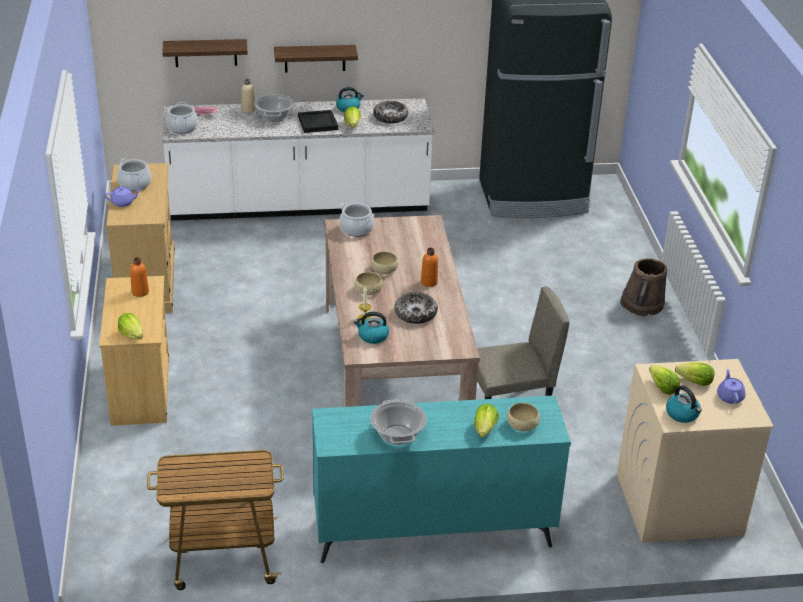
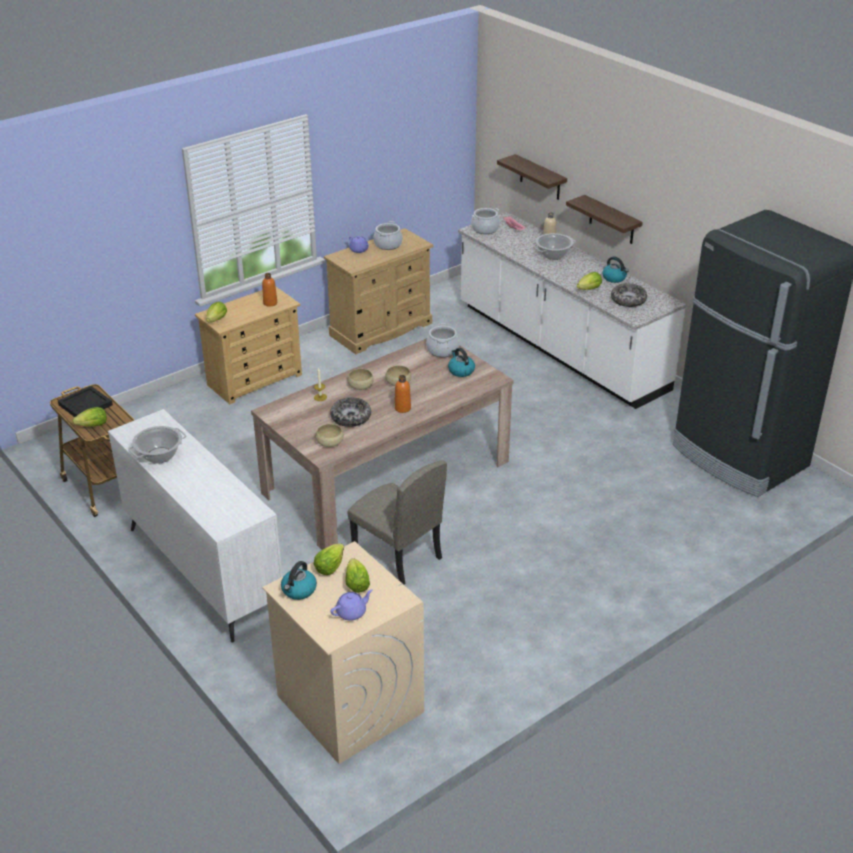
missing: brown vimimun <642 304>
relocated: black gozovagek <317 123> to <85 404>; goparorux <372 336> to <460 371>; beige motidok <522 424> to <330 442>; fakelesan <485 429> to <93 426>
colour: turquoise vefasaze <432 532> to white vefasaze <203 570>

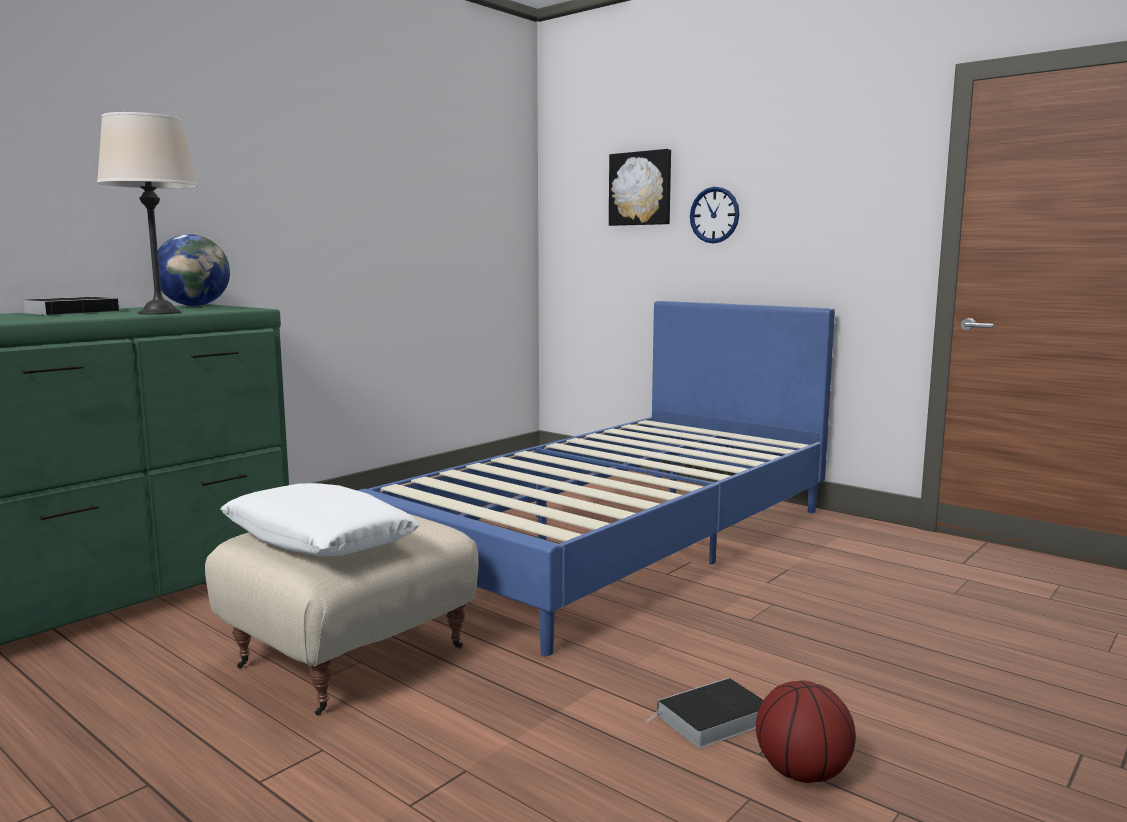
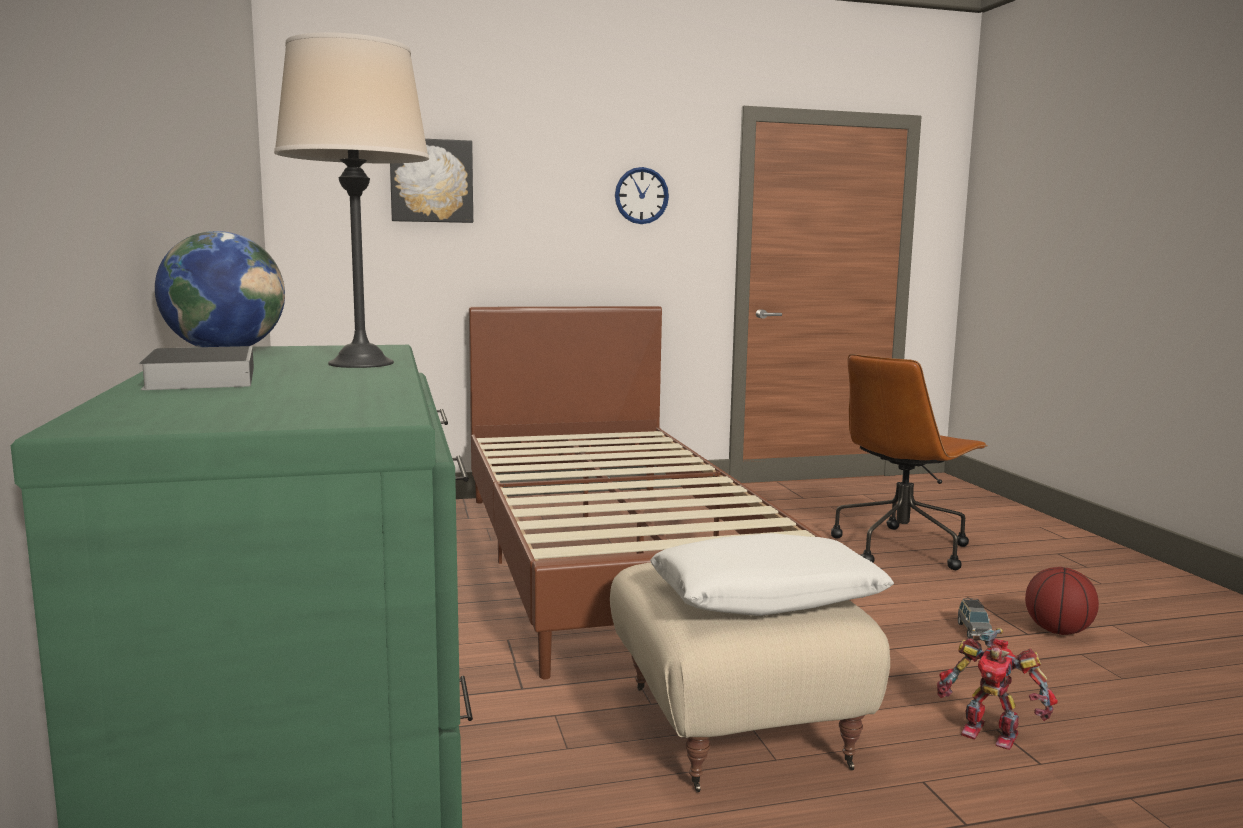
appeared: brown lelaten <901 548>; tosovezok <990 733>
relocated: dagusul <714 215> to <641 195>
exchanged: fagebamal <711 720> to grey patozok <973 631>
colour: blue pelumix <619 542> to brown pelumix <611 558>

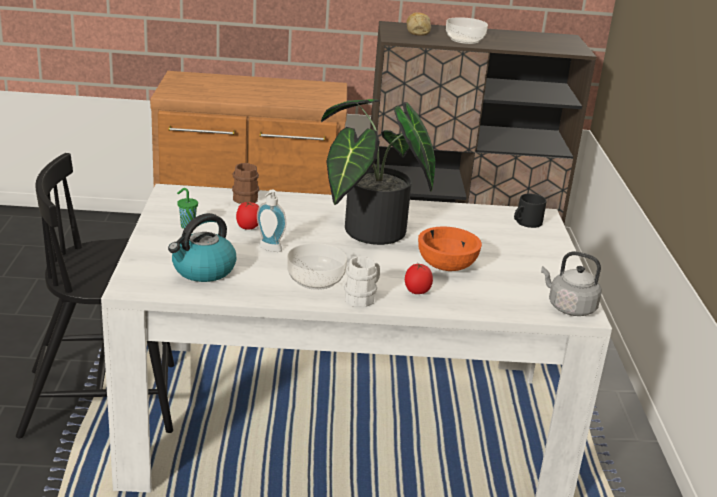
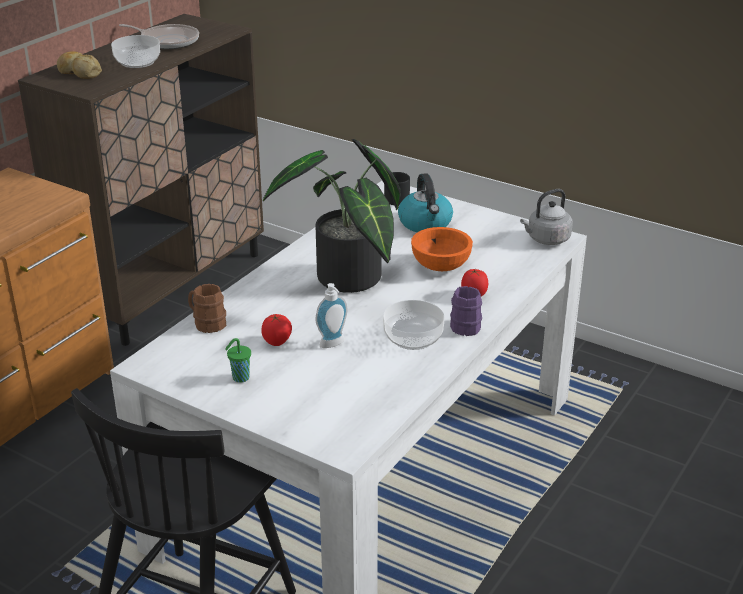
appeared: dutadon <167 41>
relocated: goparorux <203 270> to <425 224>
colour: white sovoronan <362 297> to purple sovoronan <464 325>

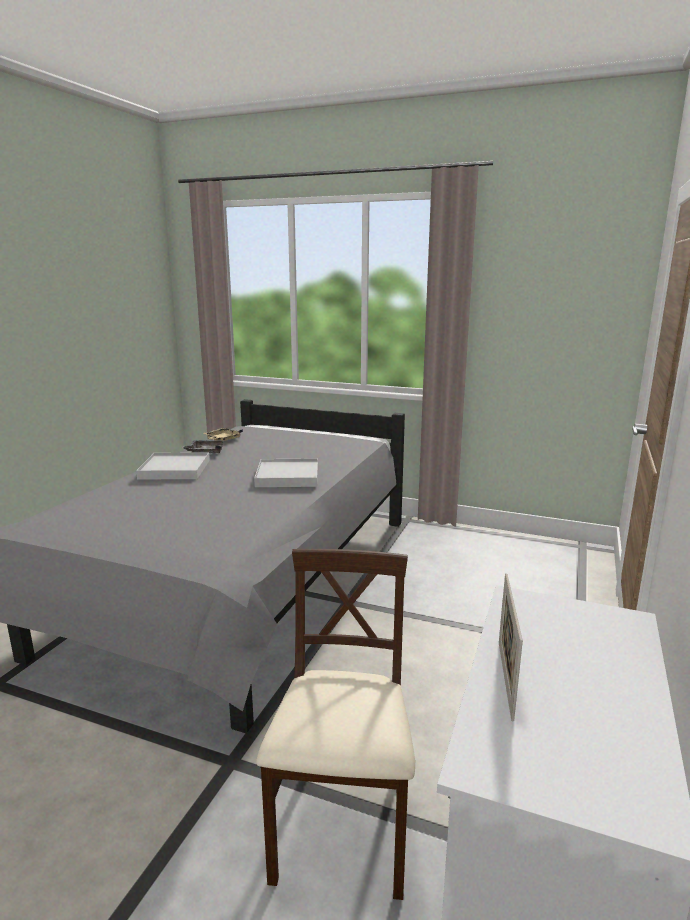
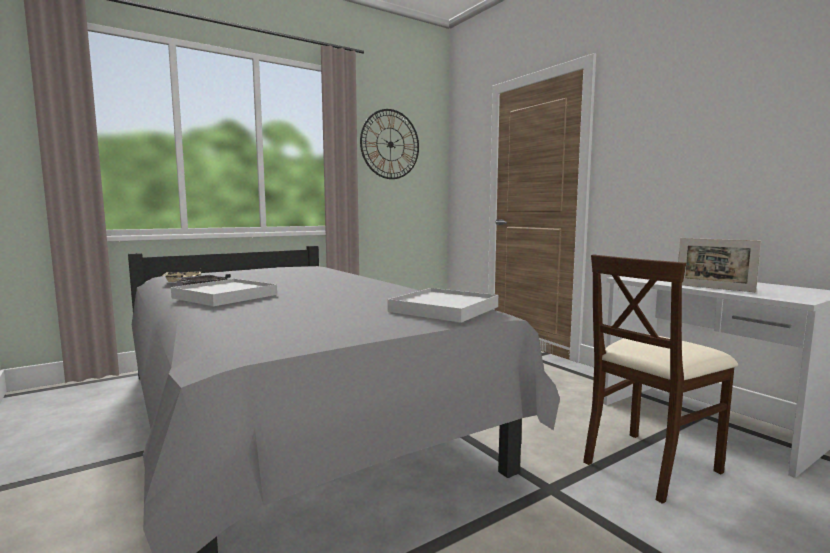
appeared: dagusul <390 144>
relocated: white gozovagek <288 476> to <444 309>
spun: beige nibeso <342 832> = <649 464> 75 degrees counterclockwise

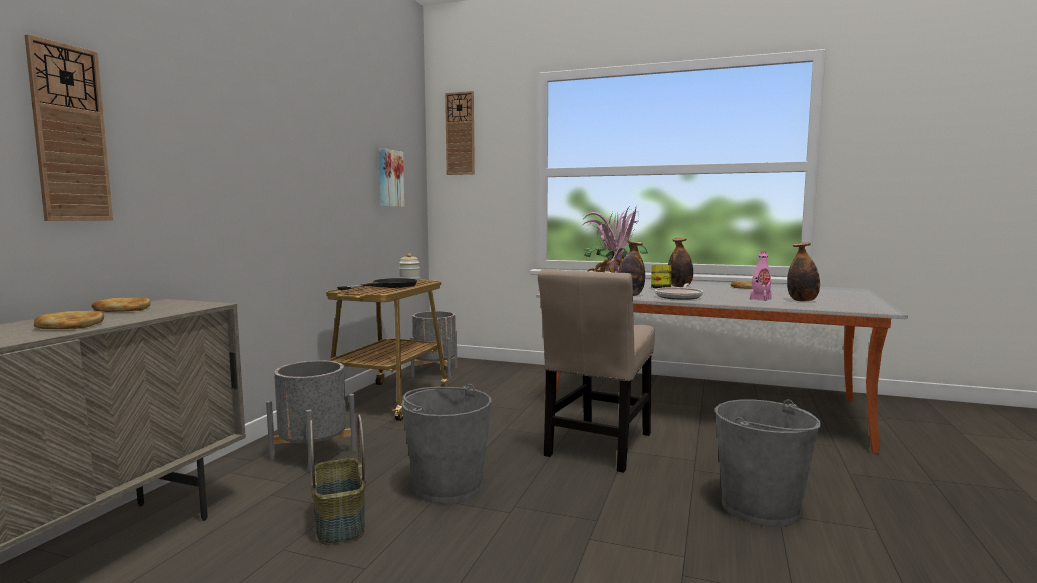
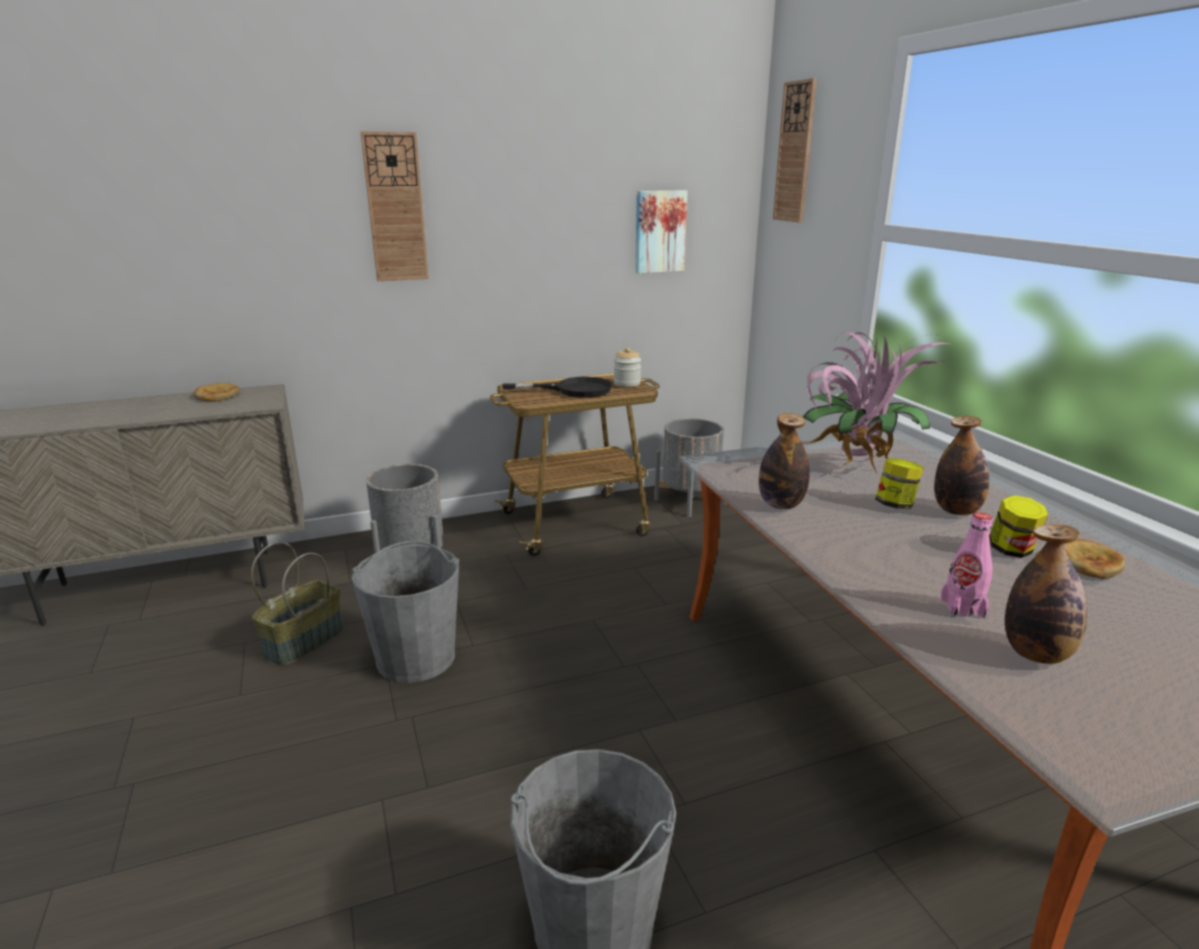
missing: beige nibeso <598 447>; dutadon <679 297>; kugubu <70 325>
appeared: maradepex <1011 550>
relocated: dagusul <70 134> to <395 208>

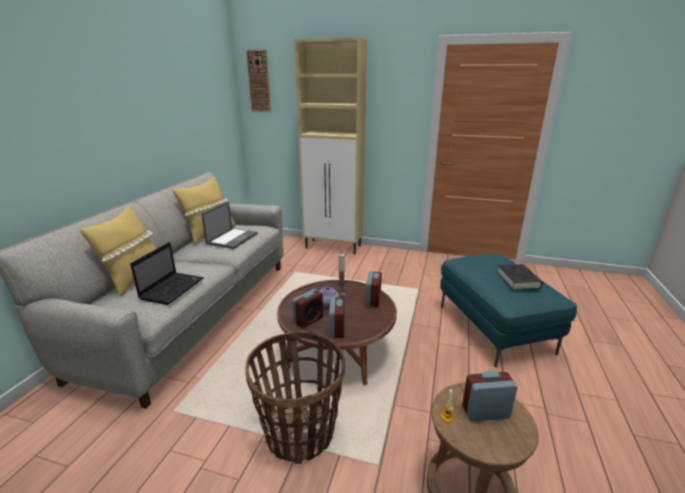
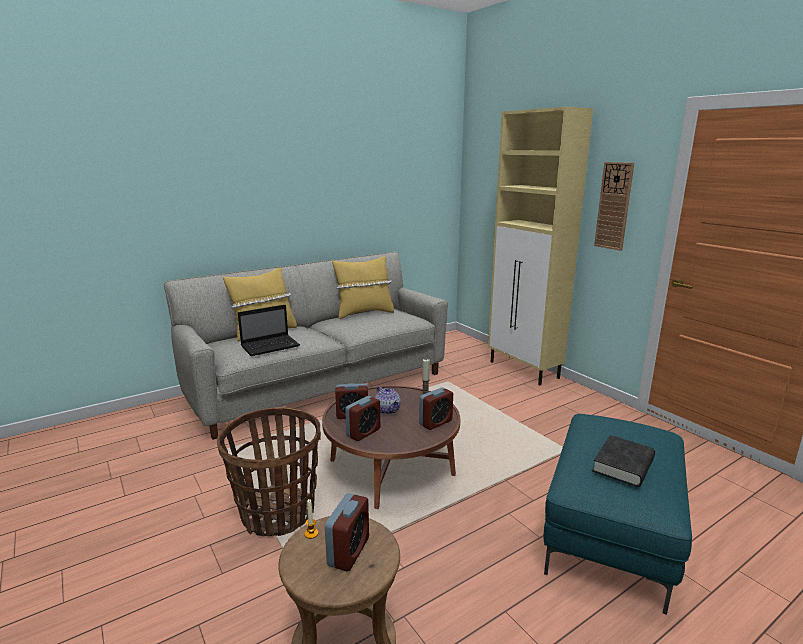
missing: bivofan <232 238>
relocated: dagusul <259 81> to <614 206>
spun: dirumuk <485 412> = <348 552> 75 degrees clockwise

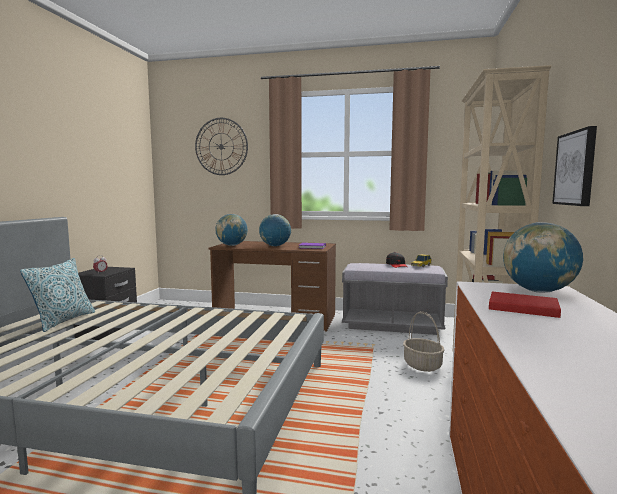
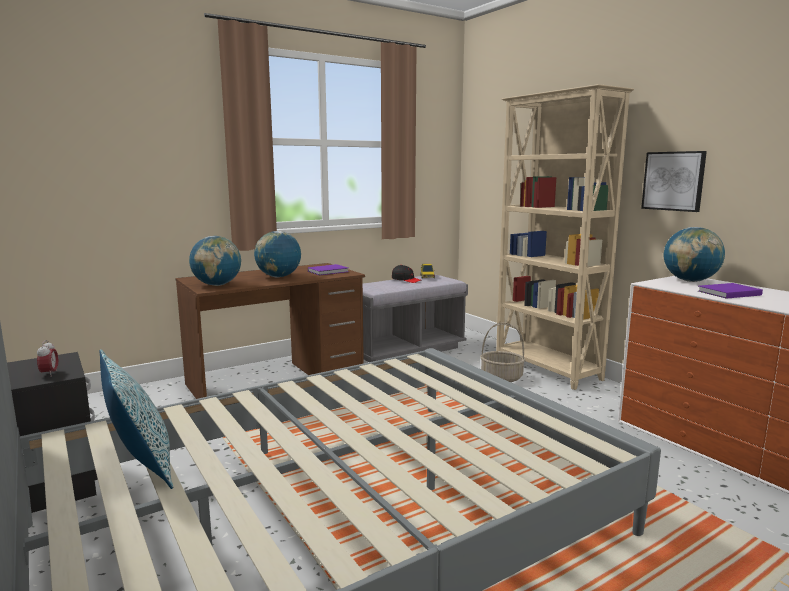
missing: dagusul <221 146>
colour: red fagebamal <521 307> to purple fagebamal <727 293>

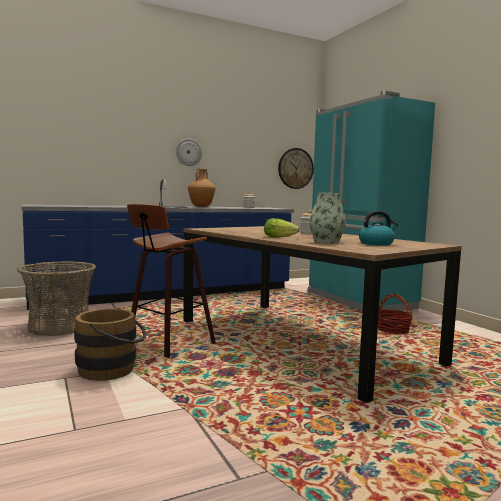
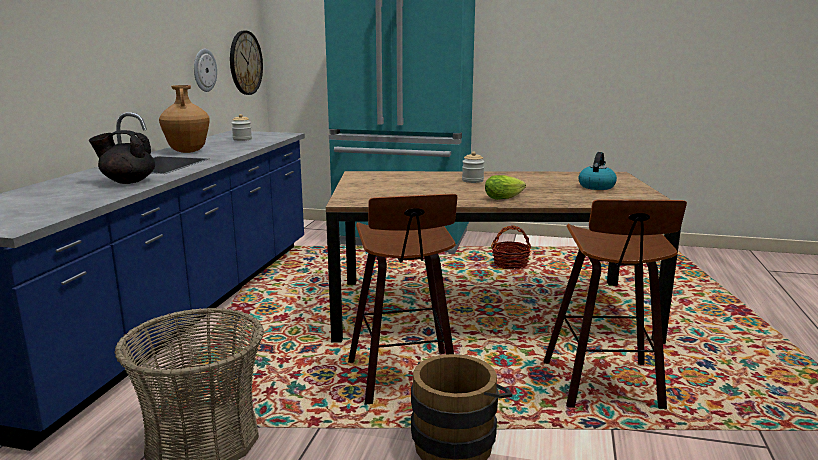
missing: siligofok <326 242>
appeared: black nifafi <128 181>; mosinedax <606 387>
relocated: dagusul <188 152> to <204 70>

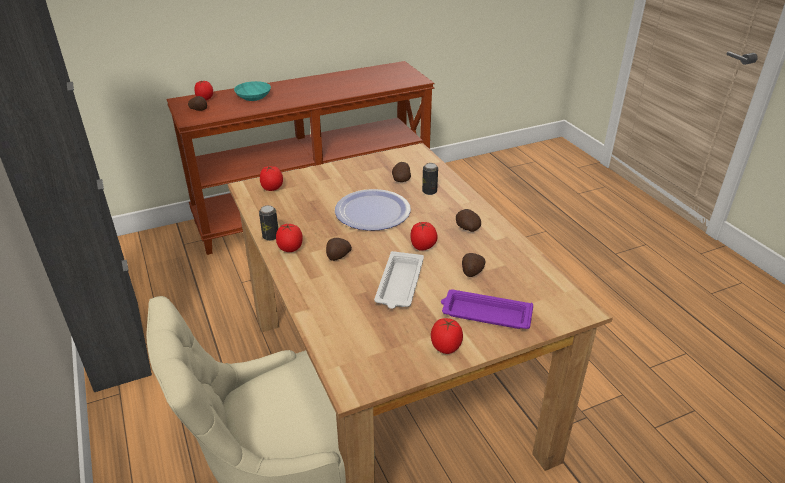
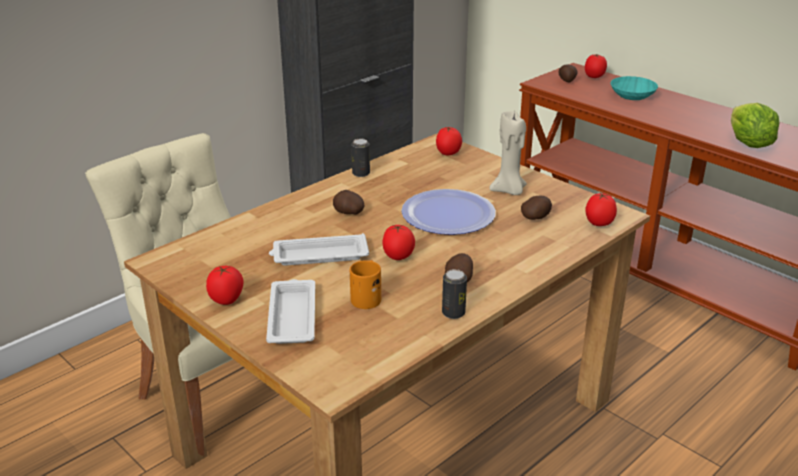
appeared: fakelesan <748 144>; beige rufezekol <509 191>
relocated: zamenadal <429 191> to <453 313>; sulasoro <290 249> to <598 224>
exchanged: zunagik <471 272> to orange sovoronan <367 296>
colour: purple gozovagek <485 314> to white gozovagek <292 316>

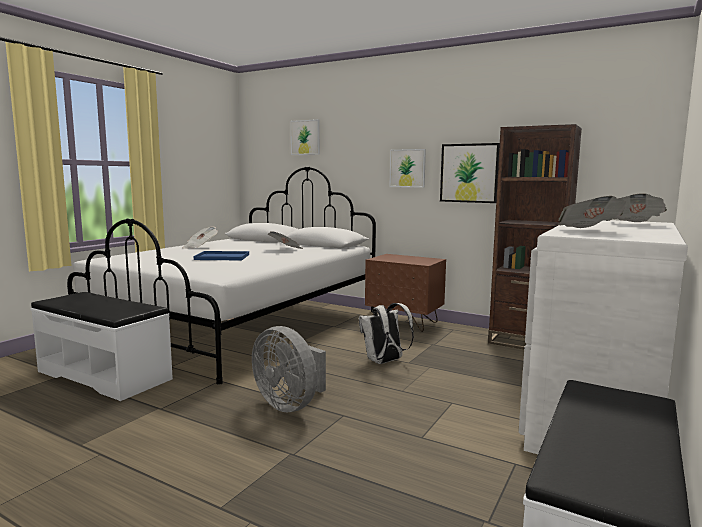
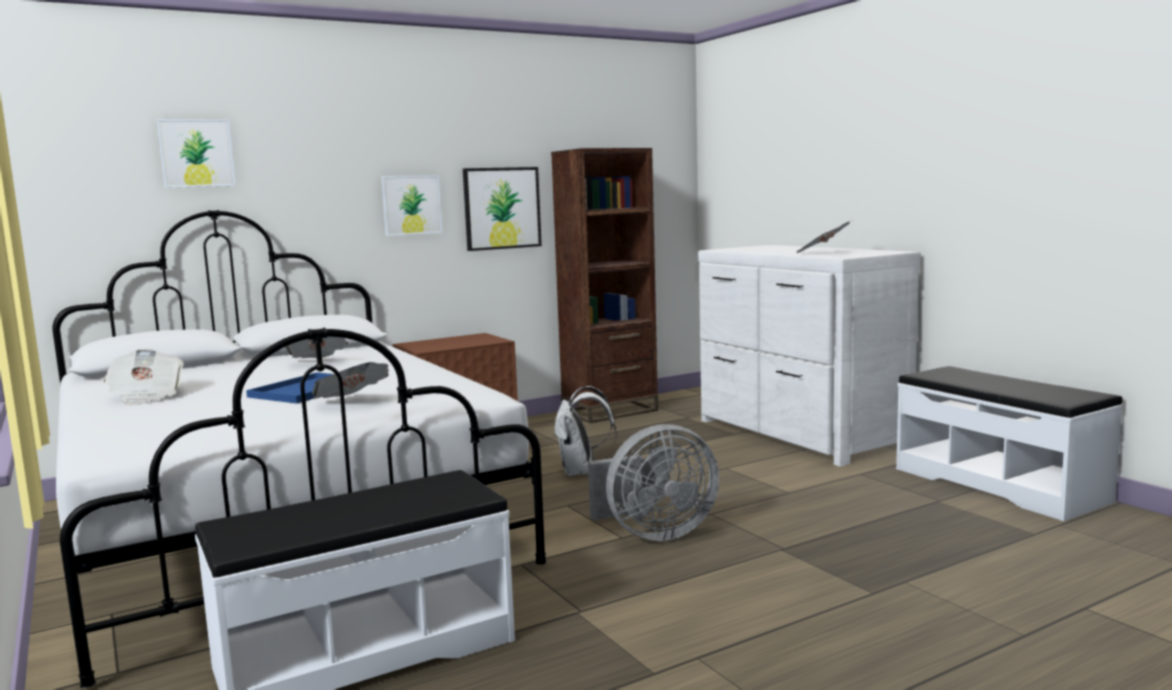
relocated: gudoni <634 224> to <352 403>

